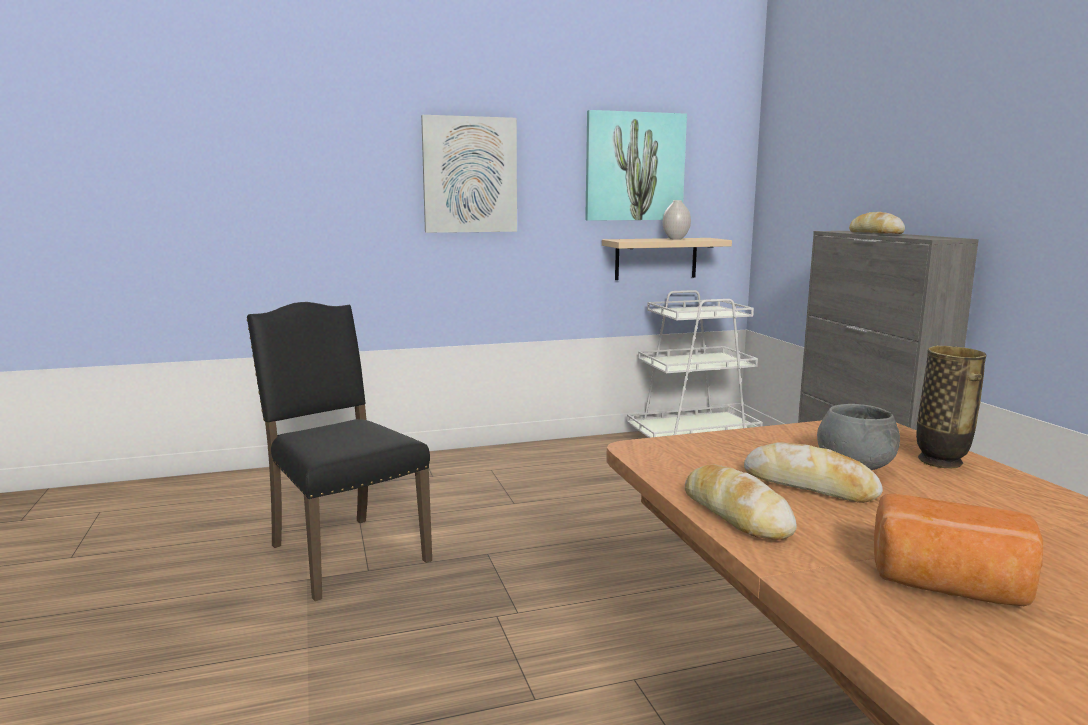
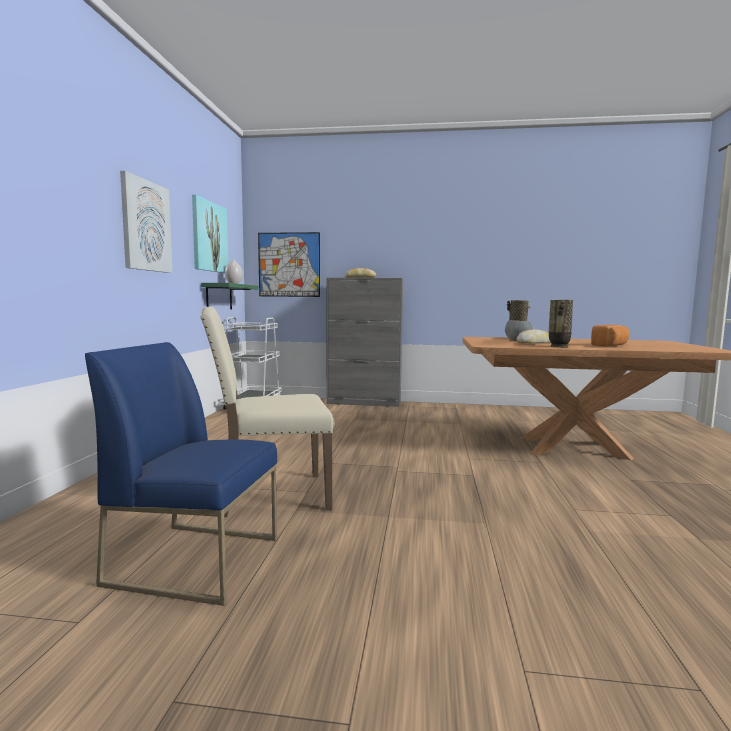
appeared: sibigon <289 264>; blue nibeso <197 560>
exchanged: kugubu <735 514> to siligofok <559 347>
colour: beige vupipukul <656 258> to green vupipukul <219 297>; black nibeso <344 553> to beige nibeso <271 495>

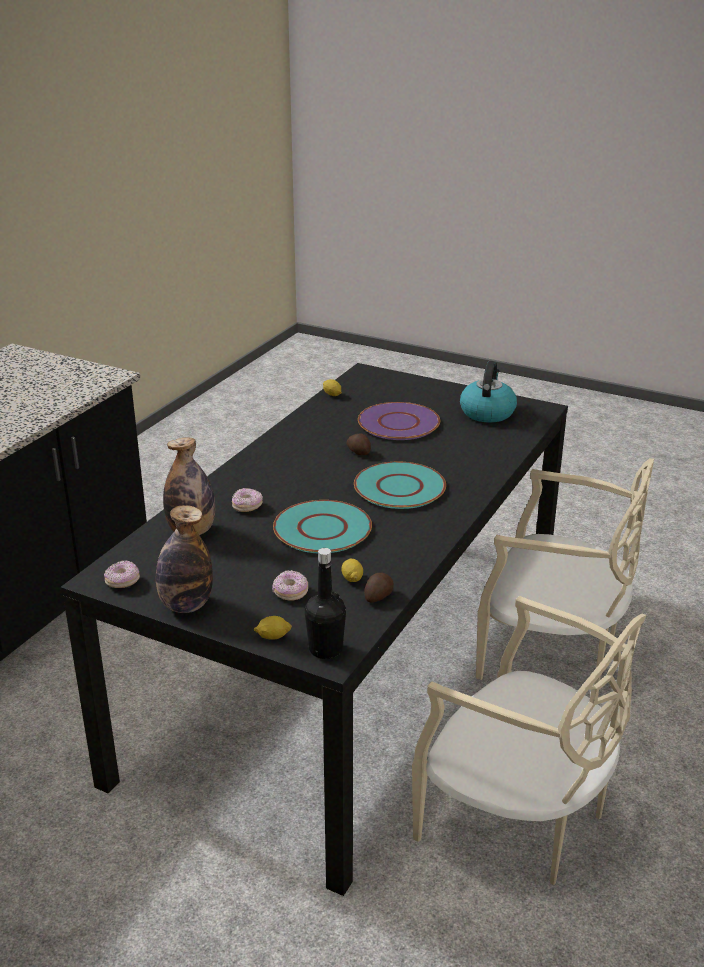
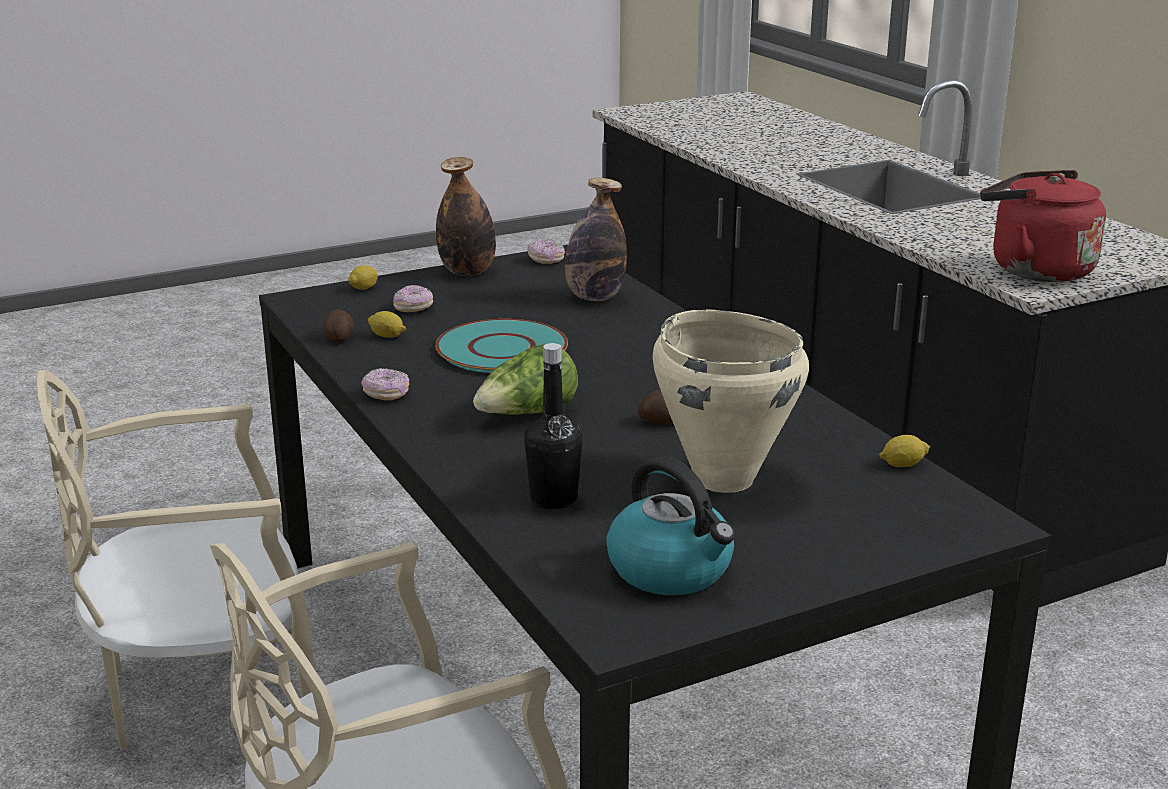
appeared: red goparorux <1034 269>
relocated: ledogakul <247 506> to <386 394>; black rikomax <325 649> to <553 499>
exchanged: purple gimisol <398 423> to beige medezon <723 478>; turquoise gimisol <399 487> to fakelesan <527 414>

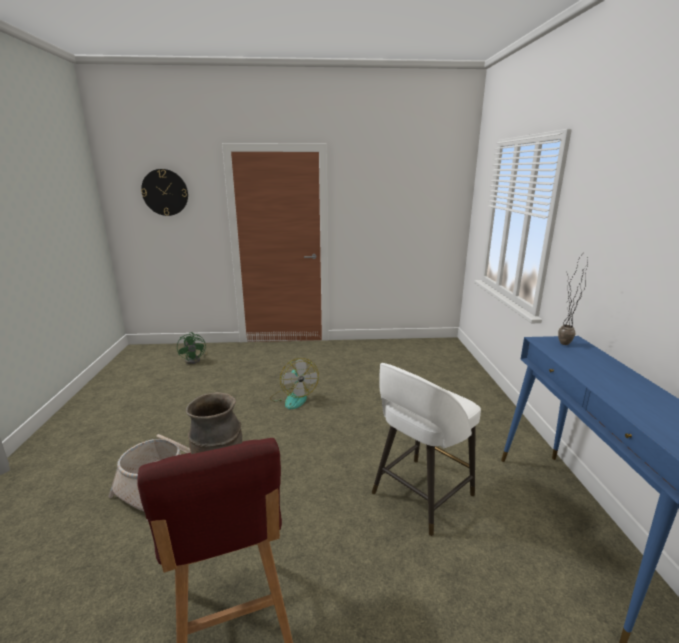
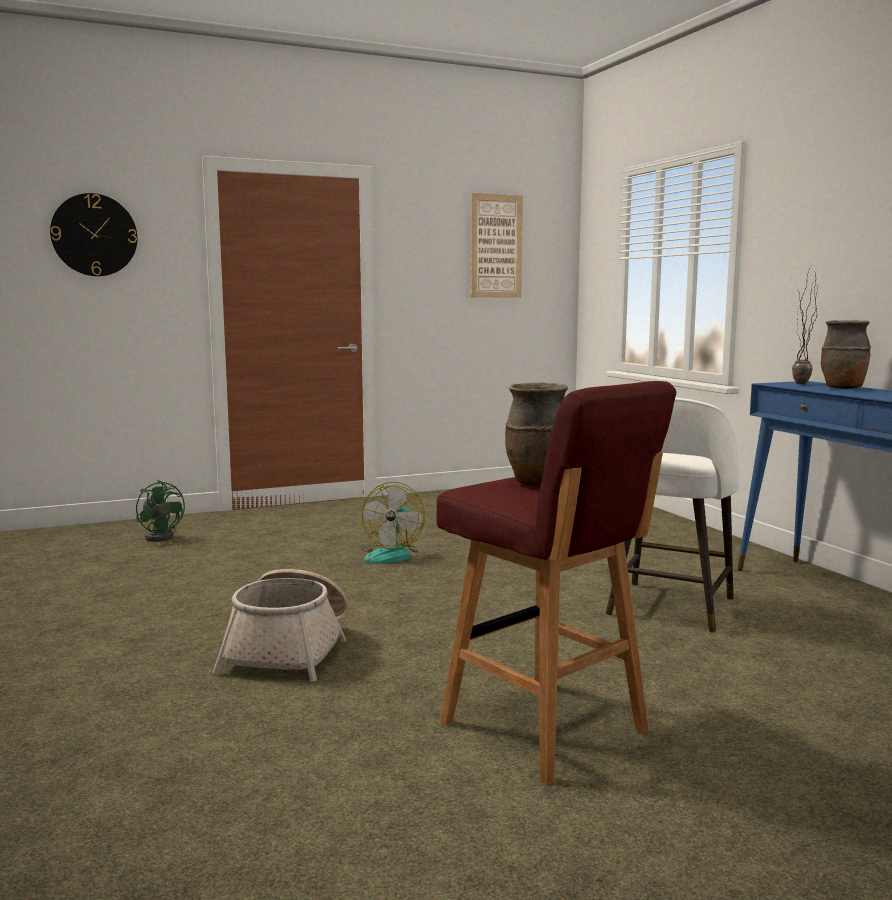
appeared: sibigon <496 246>; brown siligofok <842 388>
spun: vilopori <293 398> = <392 554> 60 degrees clockwise

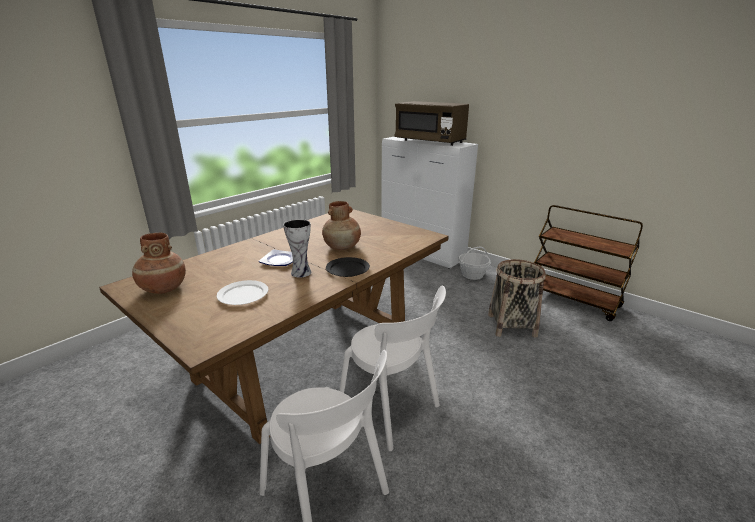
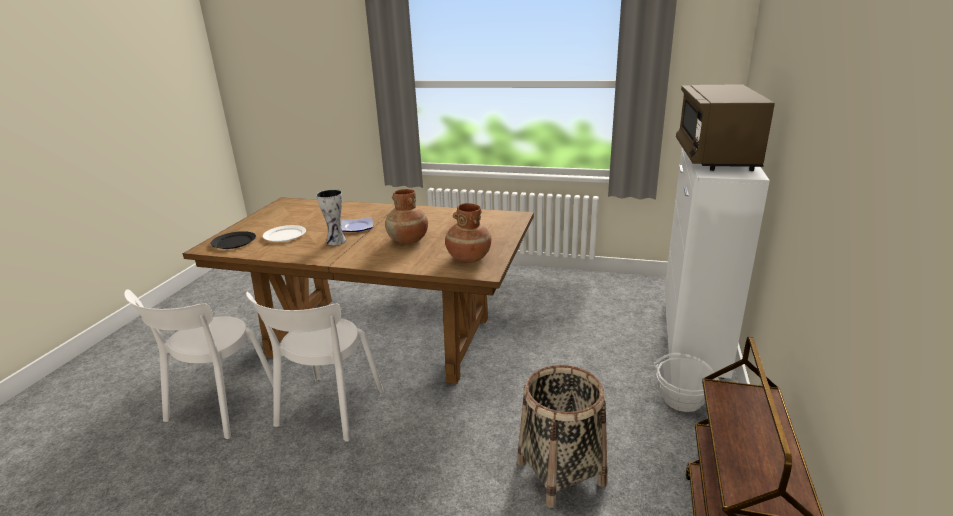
relocated: brown siligofok <163 288> to <468 258>; black gimisol <347 269> to <234 242>

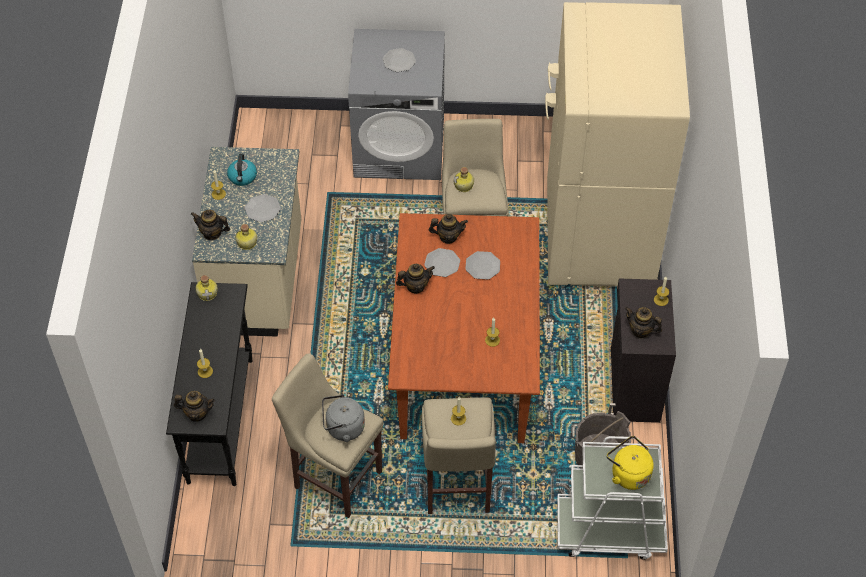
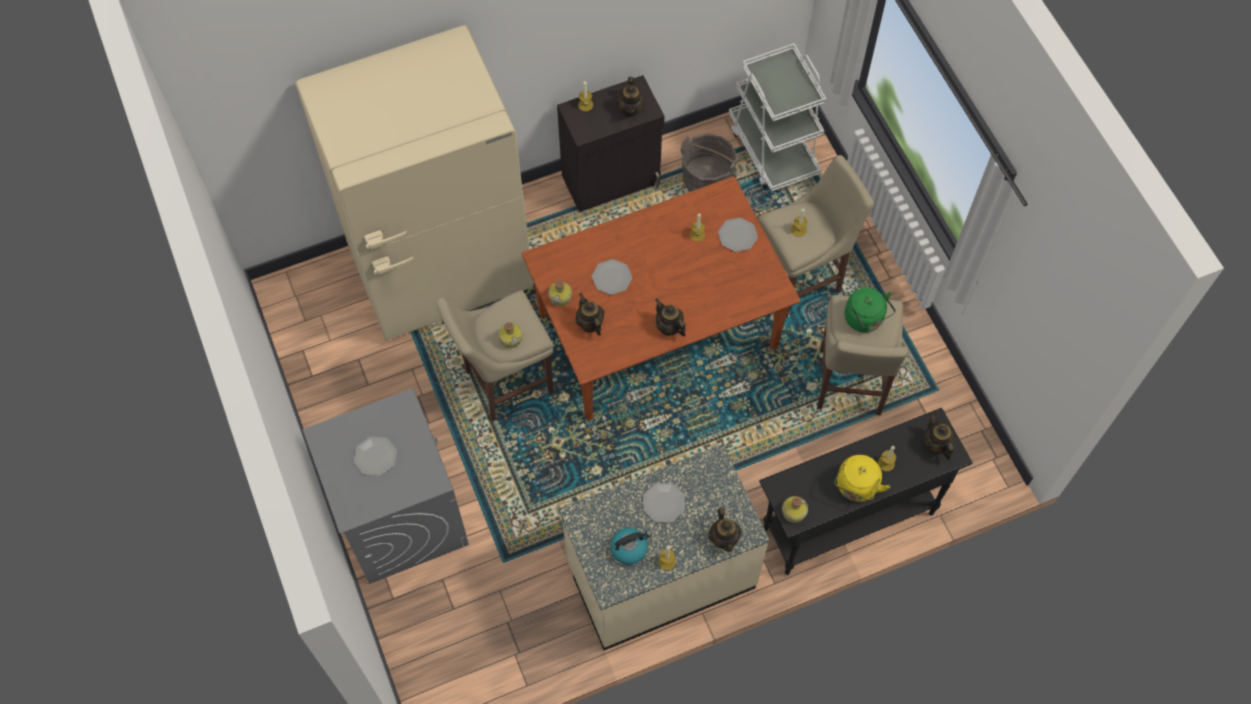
relocated: rikomax <247 243> to <561 297>; gimisol <442 263> to <737 235>; yellow goparorux <628 473> to <856 487>
colour: grey goparorux <343 428> to green goparorux <865 319>

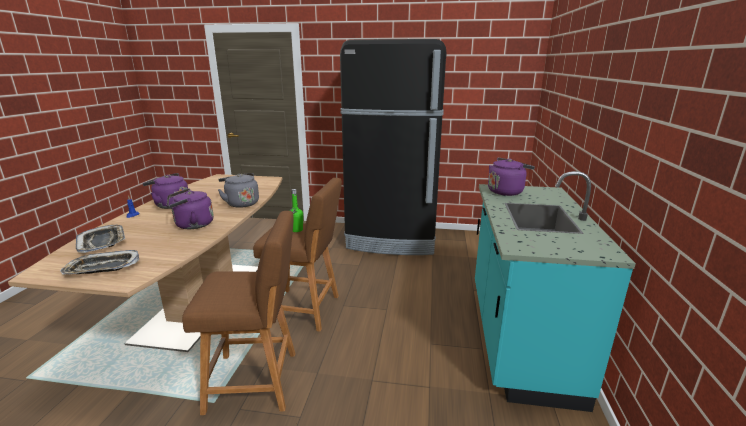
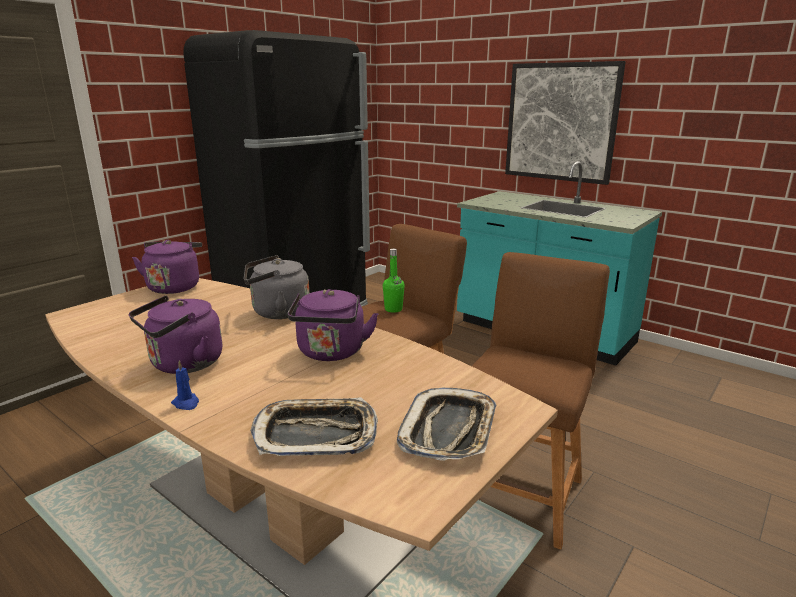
appeared: sibigon <561 122>
relocated: purple goparorux <506 191> to <174 286>

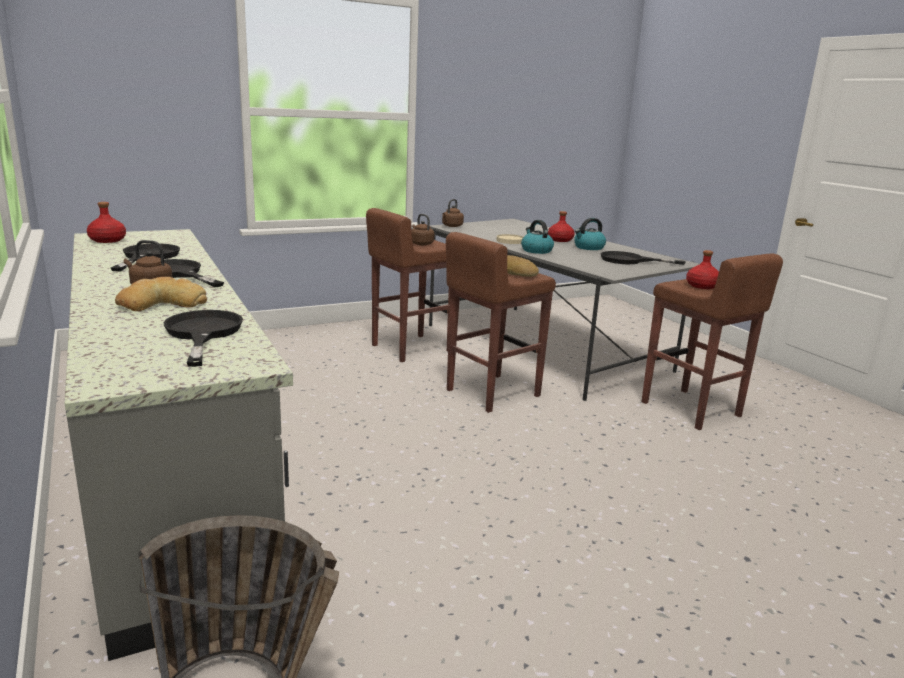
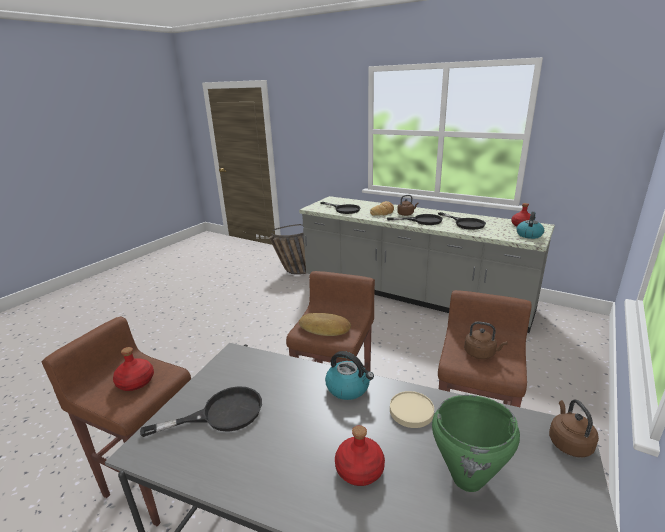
appeared: green medezon <468 479>
relocated: goparorux <588 247> to <529 235>

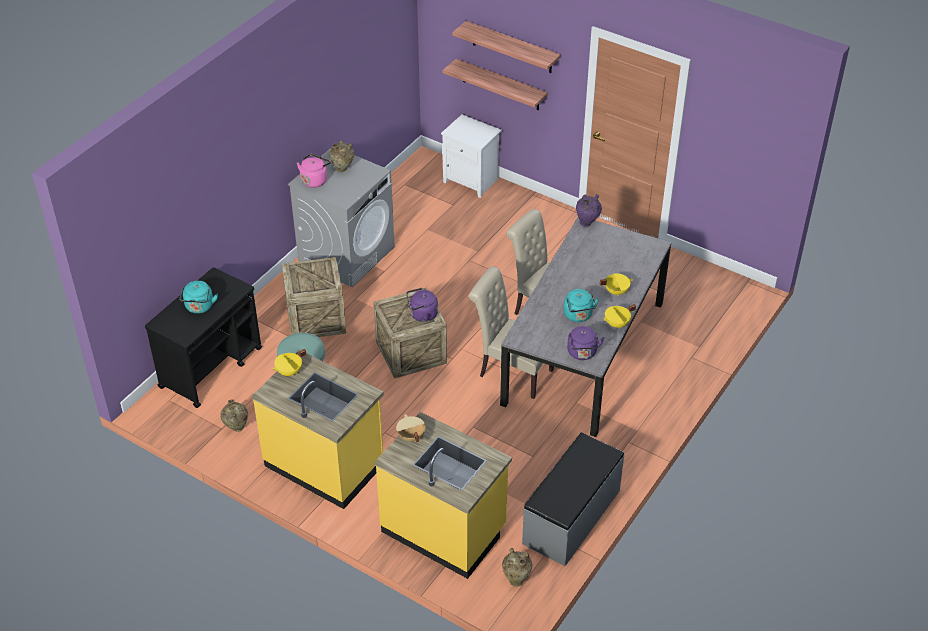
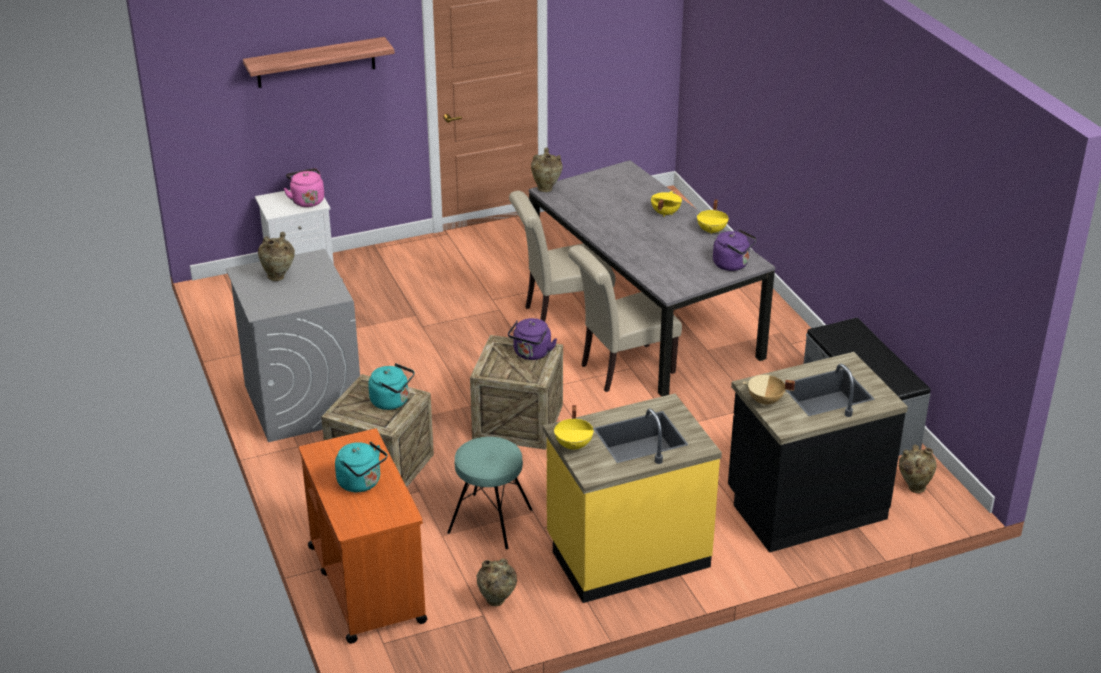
missing: vupipukul <501 85>
relocated: pink goparorux <315 180> to <307 200>; turquoise goparorux <578 316> to <392 401>
colour: purple siligofok <587 223> to beige siligofok <546 188>; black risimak <211 367> to orange risimak <366 583>; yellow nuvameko <444 529> to black nuvameko <805 506>

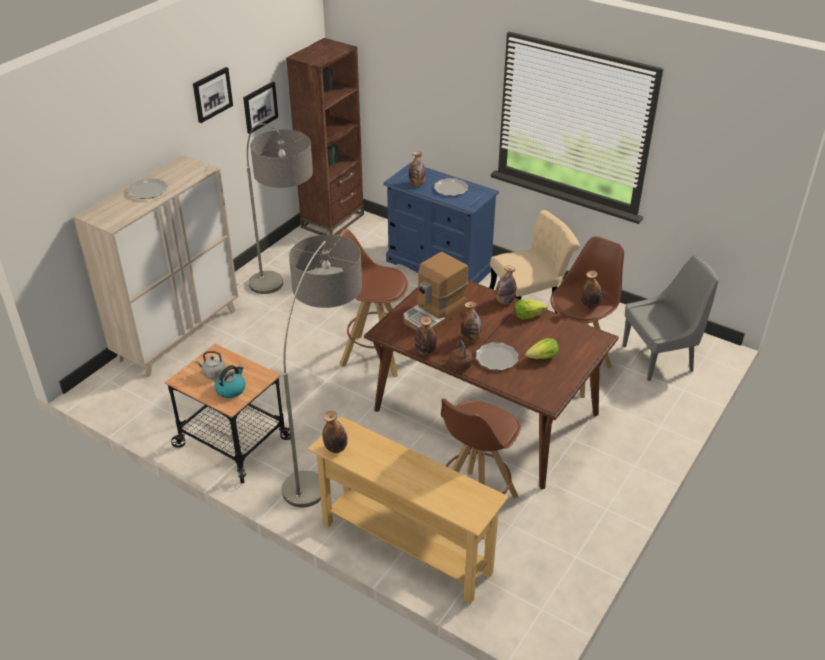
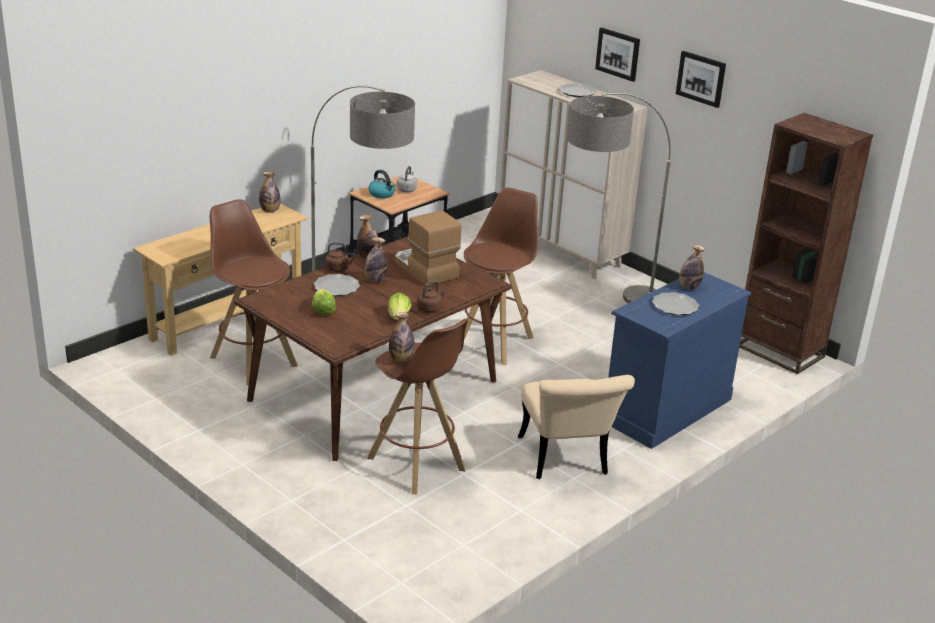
missing: grey nibeso <660 358>
relocated: sibigon <260 107> to <618 54>
exchanged: rikomax <504 301> to brown goparorux <430 308>

